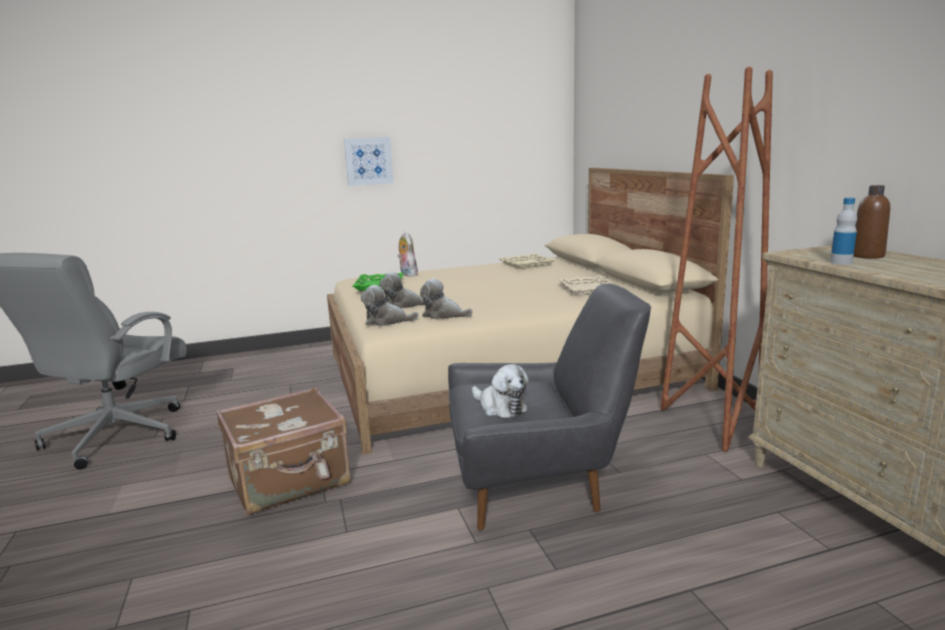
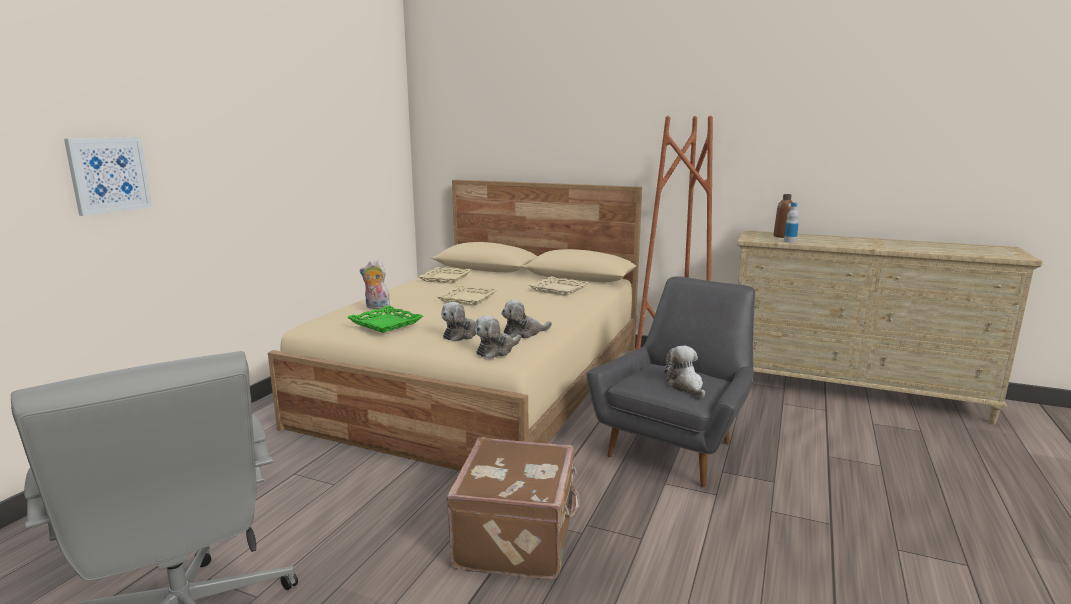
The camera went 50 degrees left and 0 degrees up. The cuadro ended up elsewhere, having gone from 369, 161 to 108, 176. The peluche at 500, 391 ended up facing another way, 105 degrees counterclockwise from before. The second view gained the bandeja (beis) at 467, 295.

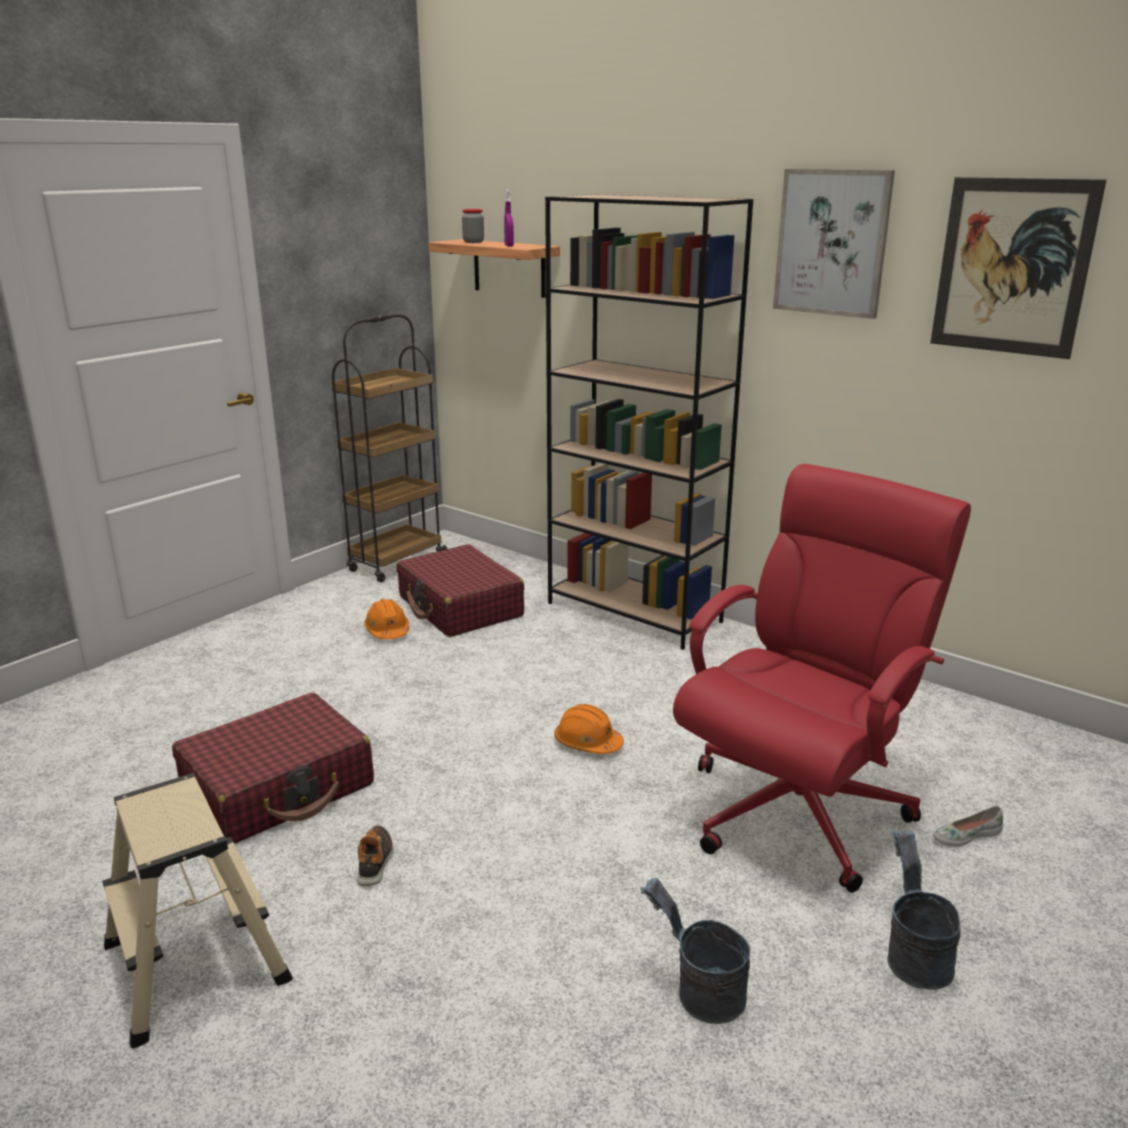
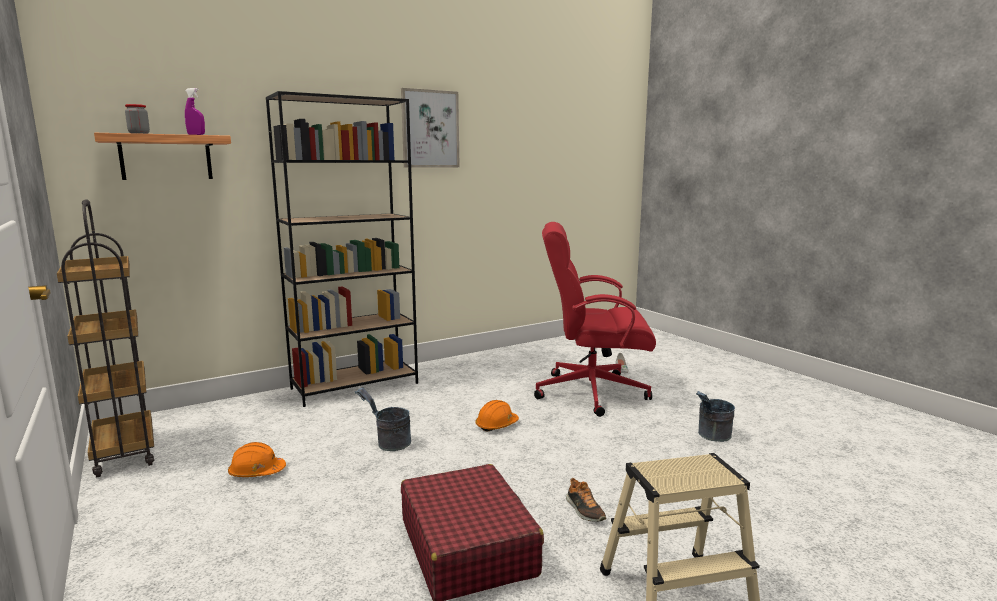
The camera went 70 degrees left and 10 degrees down. The second view lost the cuadro at 1018, 268. The silla de oficina (rojo) at 822, 678 ended up facing another way, 60 degrees counterclockwise from before. The second view lost the maleta (rojo) at 460, 590. The zapato at 375, 855 ended up facing another way, 135 degrees counterclockwise from before. The cubo (gris) ended up elsewhere, having gone from 924, 910 to 383, 419.

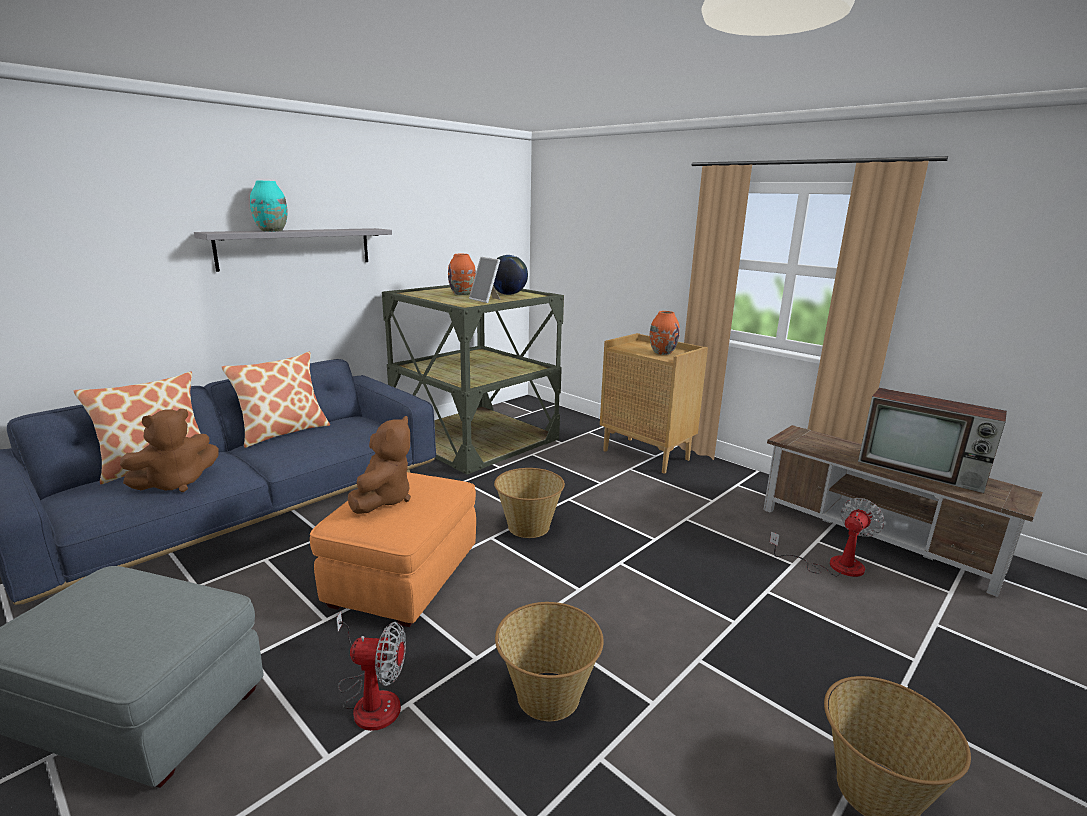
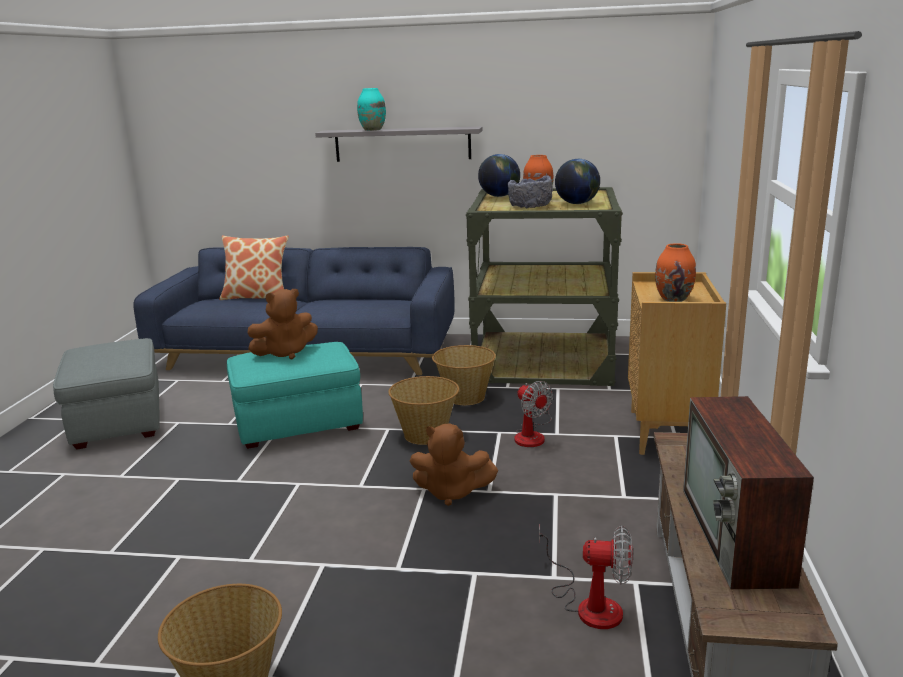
The camera went 55 degrees right and 0 degrees up. Where the portarretratos stood at 485, 280, the cuenco (gris) came to stand at 530, 191. The second view lost the cojín at 276, 400. The peluche (marrón) ended up elsewhere, having gone from 169, 450 to 454, 464. What was the puf (naranja) at 393, 549 turned into the puf (turquesa) at 295, 395. The cesta ended up elsewhere, having gone from 549, 661 to 464, 375. The ventilador ended up elsewhere, having gone from 371, 671 to 533, 414. The second view gained the globo terráqueo at 499, 175.

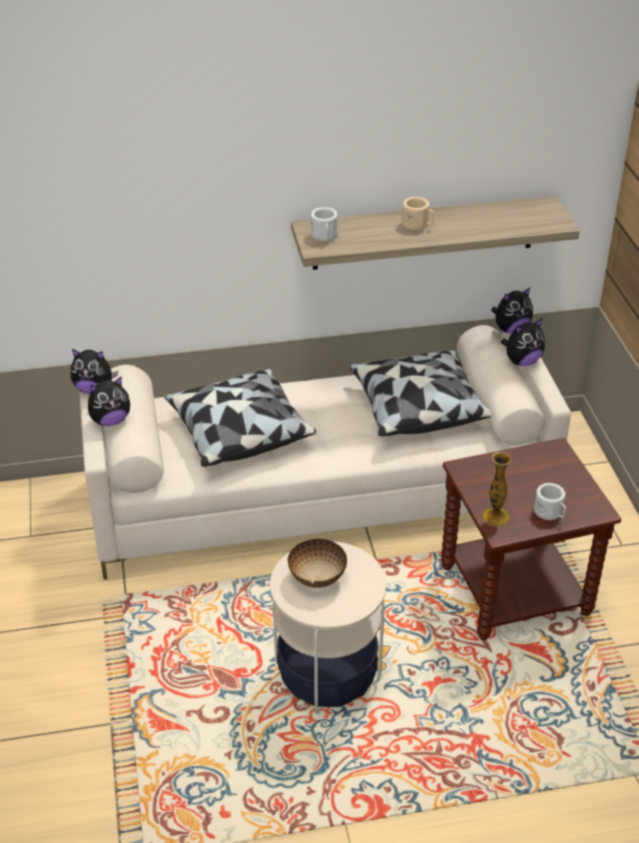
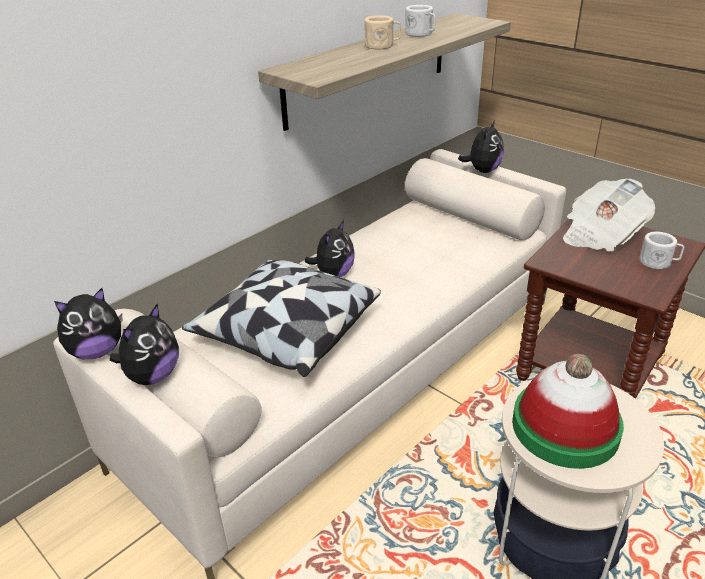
The camera went 35 degrees left and 5 degrees down. The taza grande (blanco) ended up elsewhere, having gone from 324, 224 to 420, 21. The peluche ended up elsewhere, having gone from 512, 310 to 330, 248. The second view lost the cojín at 420, 393. The second view lost the florero at 496, 489. Where the cuenco stood at 317, 563, the sombrero came to stand at 568, 411. The second view gained the periódico at 609, 215.

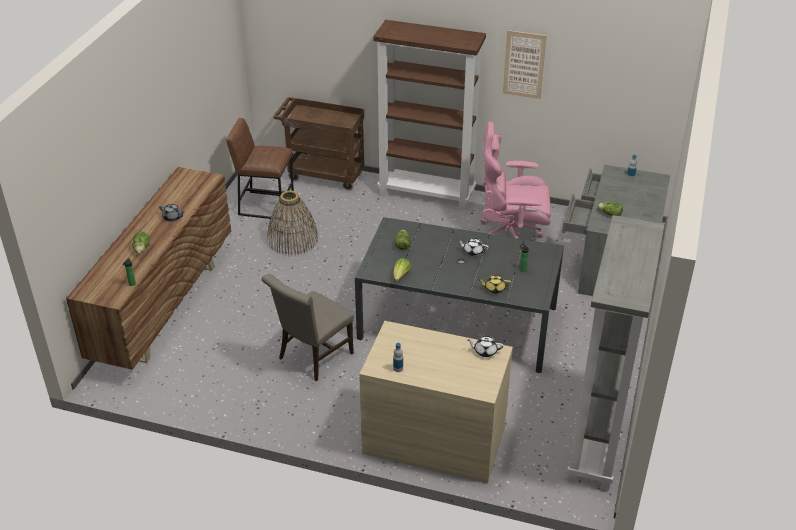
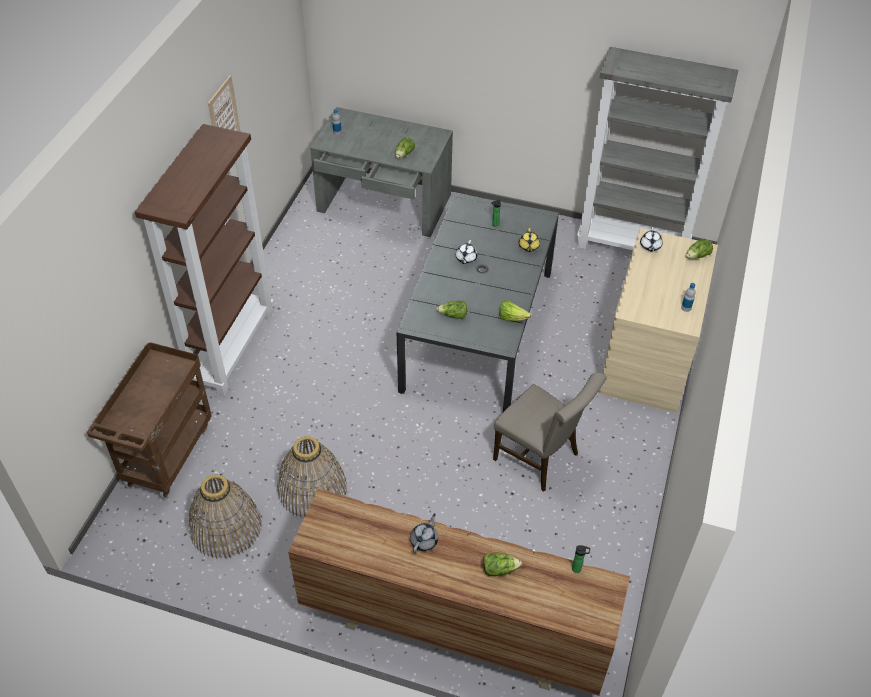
The camera went 90 degrees left and 10 degrees up. Where the silla (marrón) stood at 260, 168, the cesta came to stand at 225, 516. The second view lost the silla de oficina (rosa) at 515, 188. The second view gained the lechuga at 699, 249.

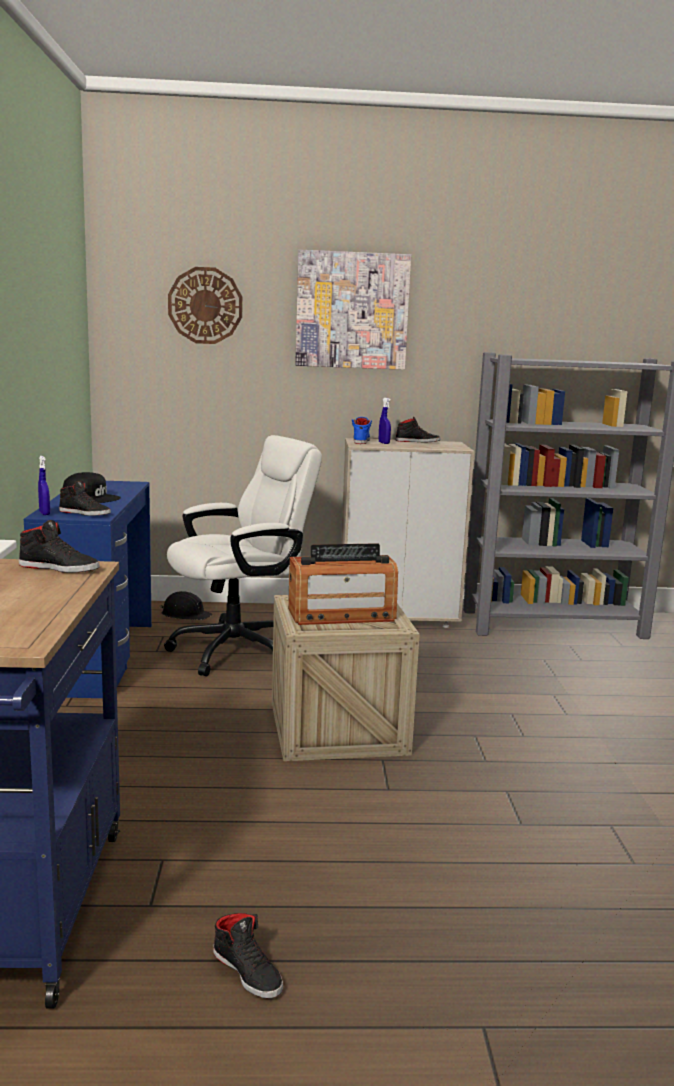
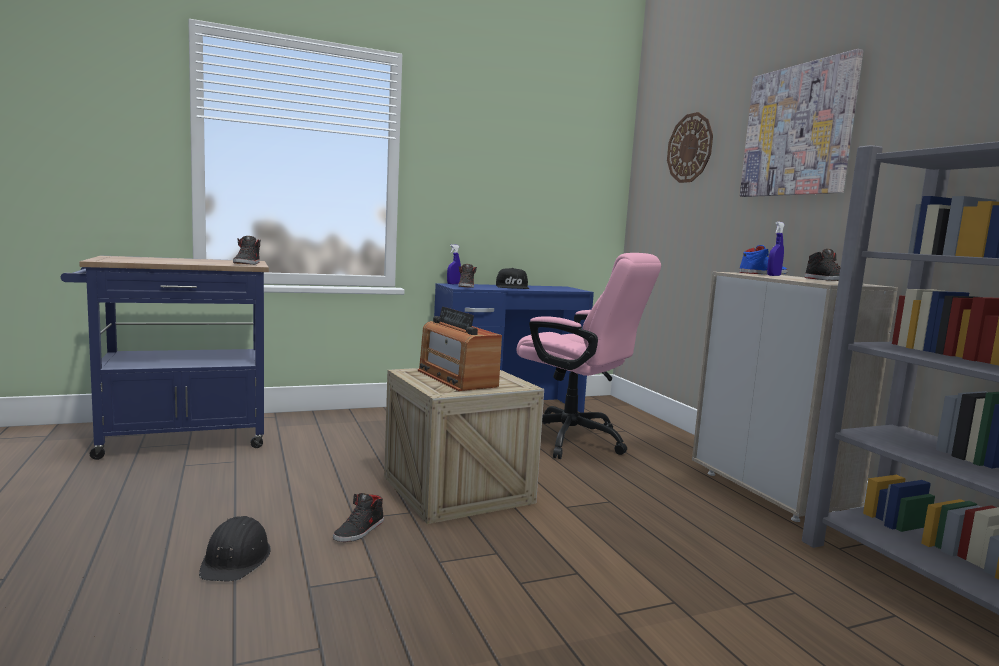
The camera went 70 degrees right and 5 degrees down. What was the silla de oficina (blanco) at 243, 555 turned into the silla de oficina (rosa) at 588, 356. The casco (negro) ended up elsewhere, having gone from 186, 605 to 235, 549. The zapato (negro) ended up elsewhere, having gone from 248, 956 to 358, 517.

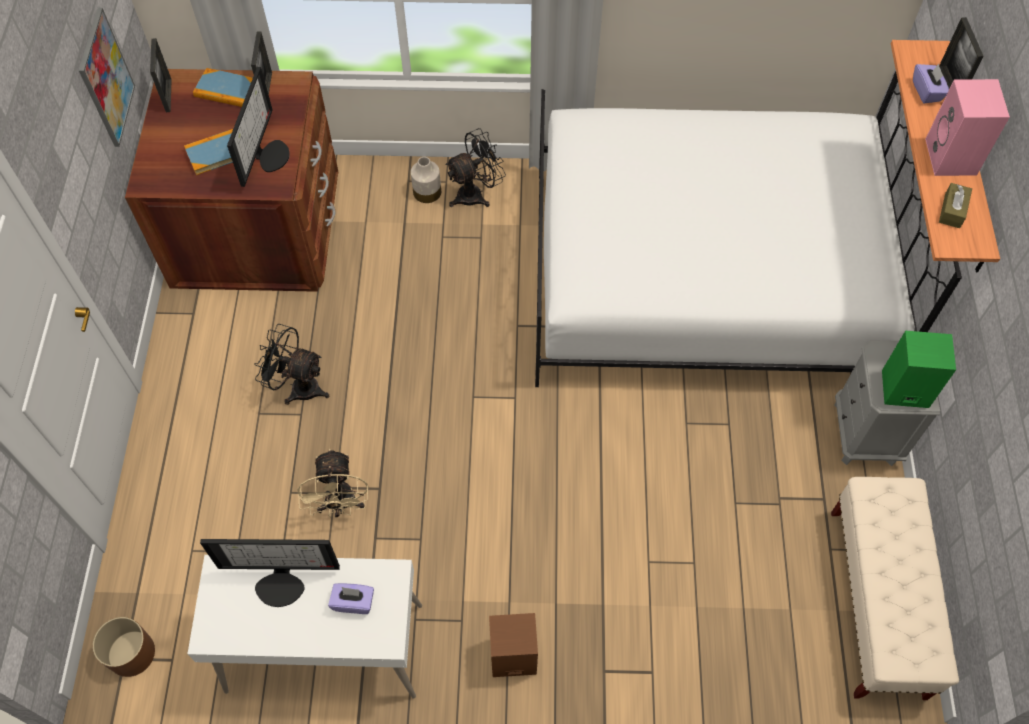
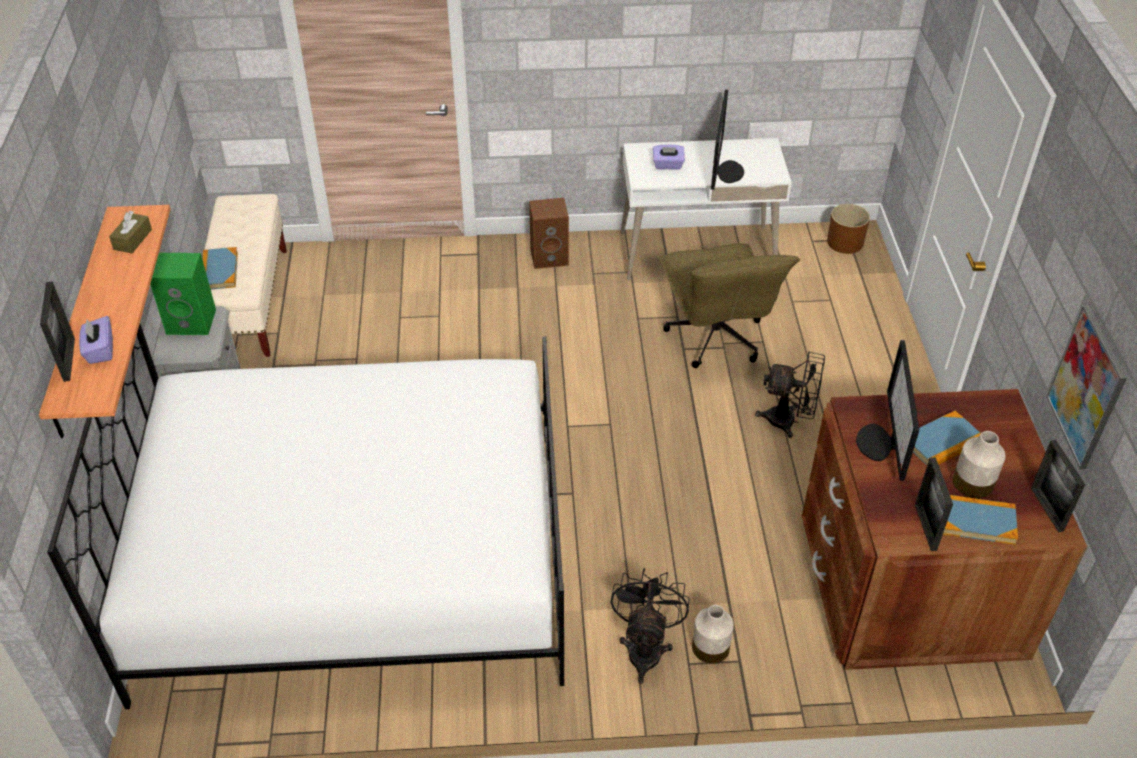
The camera went 175 degrees right and 15 degrees down. The second view lost the altavoz (rosa) at 967, 127. The ventilador (negro) at 475, 167 ended up facing another way, 135 degrees clockwise from before. Where the ventilador (beis) stood at 333, 483, the silla de oficina (beis) came to stand at 728, 305. The monitor at 270, 573 ended up facing another way, 105 degrees clockwise from before. The second view gained the libro at 220, 268. The second view gained the florero (beis) at 979, 464.

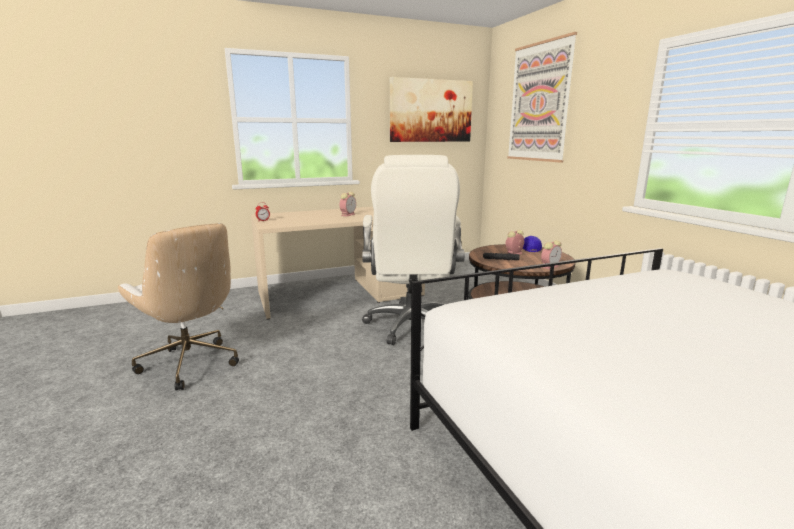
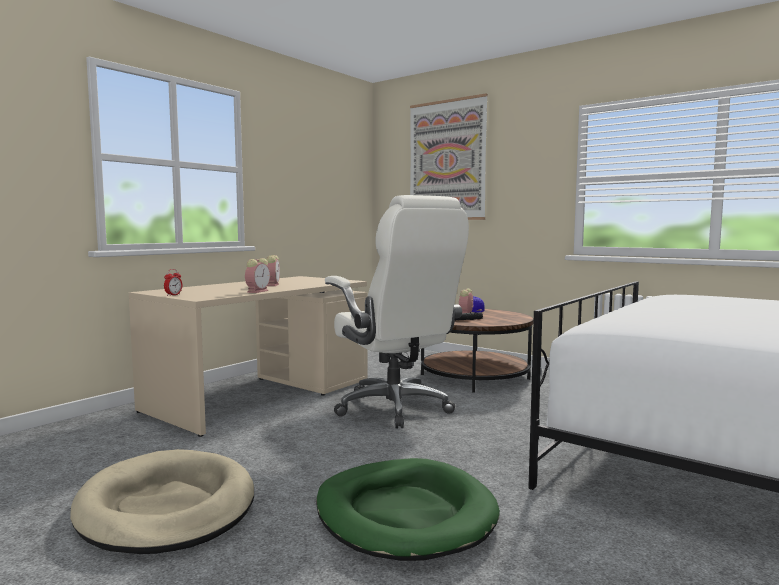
The camera went 30 degrees left and 10 degrees down. The second view lost the cuadro at 431, 109. Where the silla de oficina (blanco) stood at 178, 307, the cama para perro (beis) came to stand at 162, 501. The despertador ended up elsewhere, having gone from 551, 254 to 257, 275. The second view gained the cama para perro (verde) at 408, 509.

